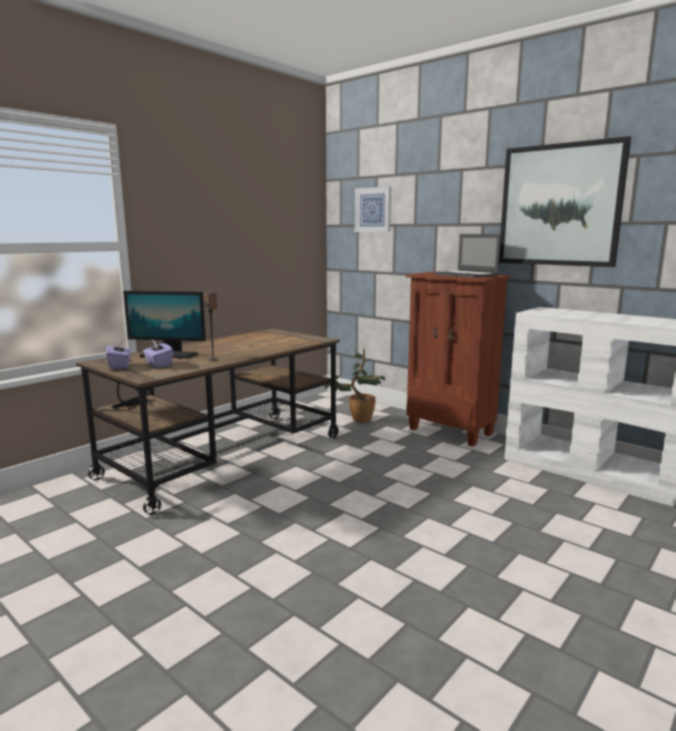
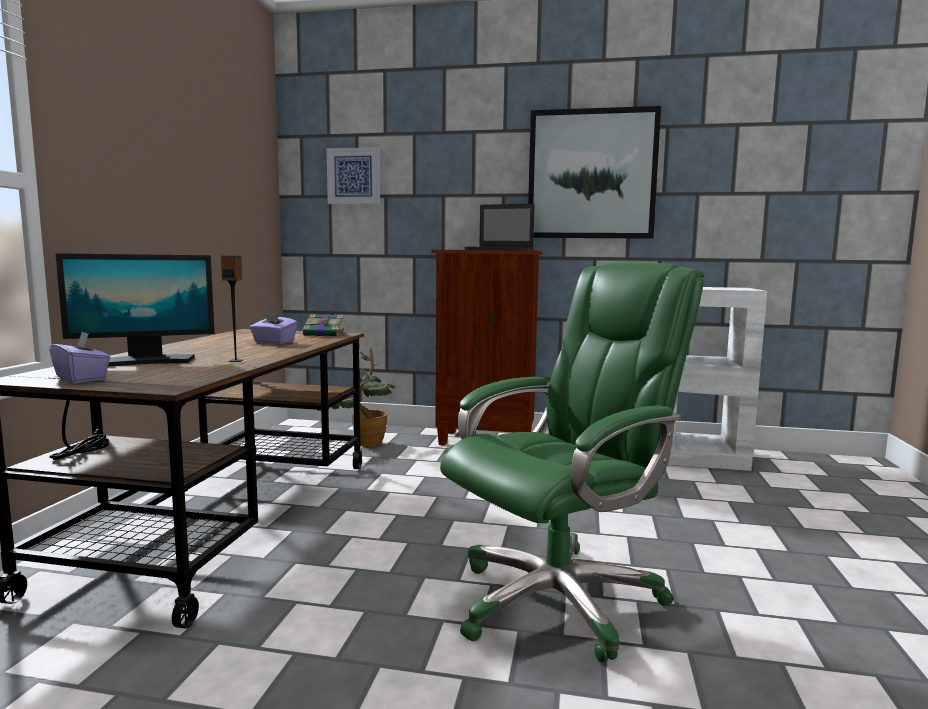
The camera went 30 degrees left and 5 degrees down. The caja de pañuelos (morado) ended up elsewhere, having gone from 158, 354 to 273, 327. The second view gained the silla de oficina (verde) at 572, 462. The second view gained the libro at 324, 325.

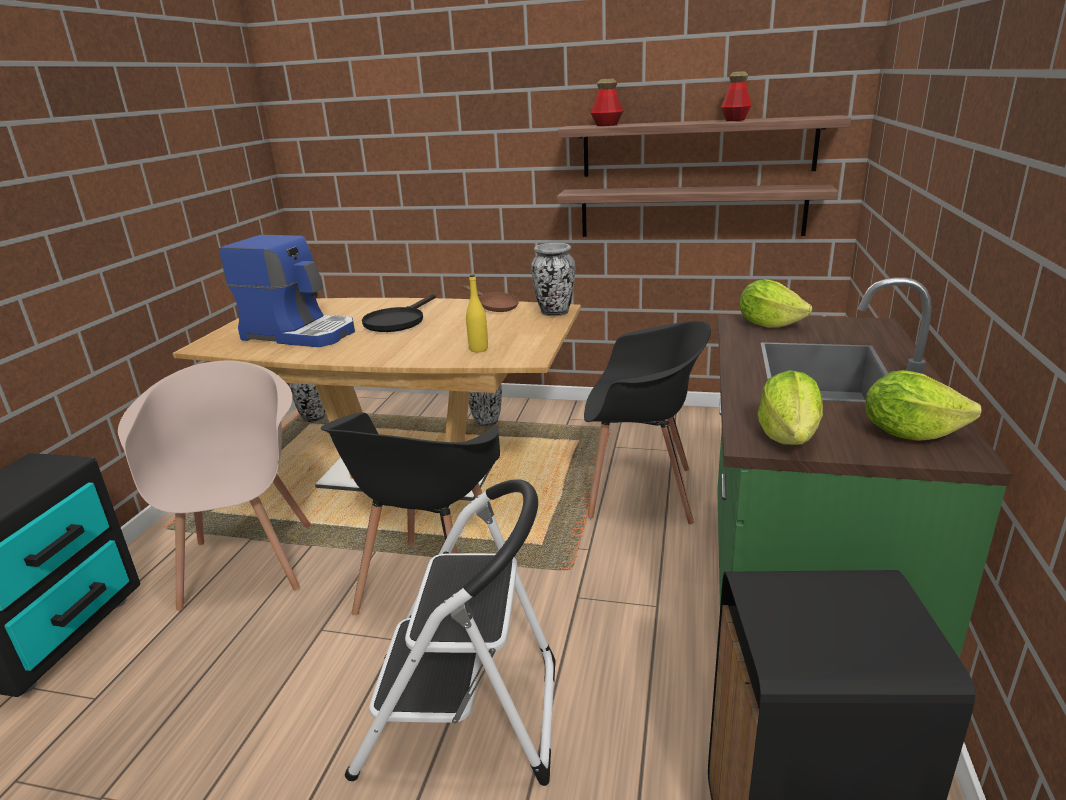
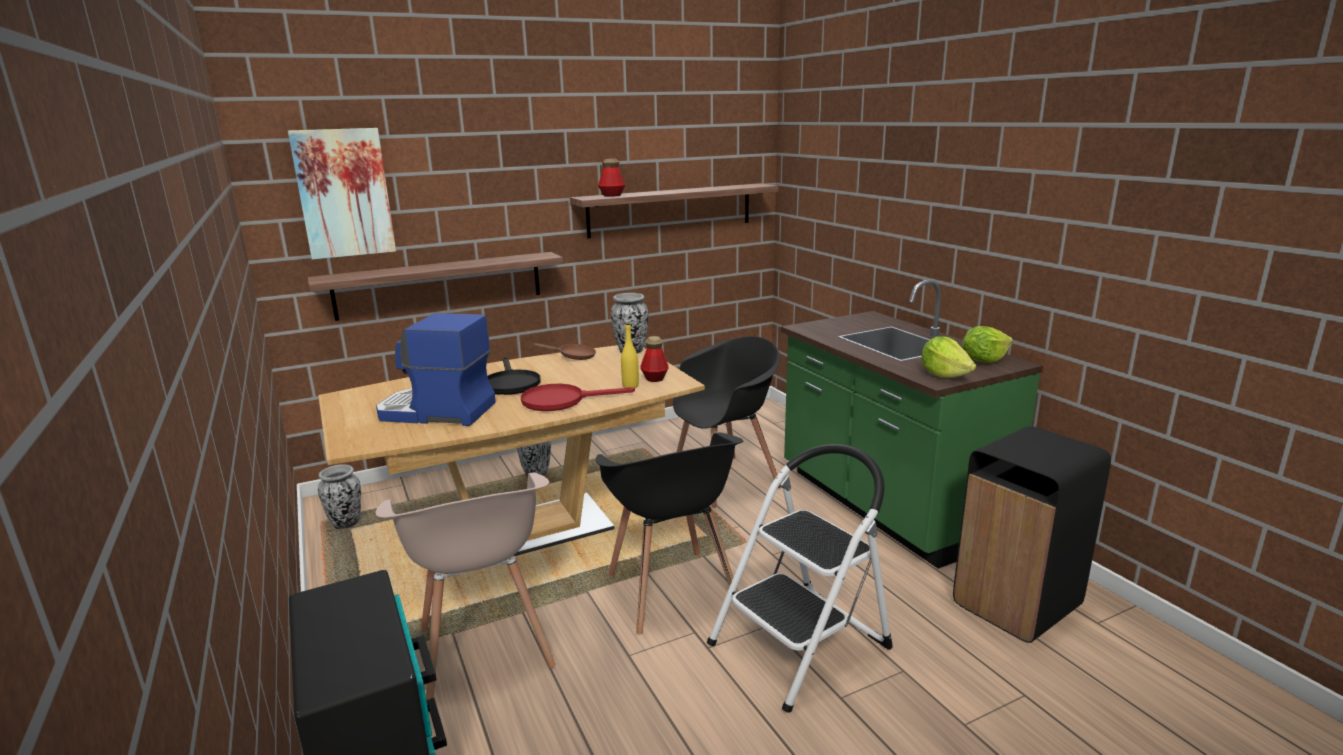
The camera went 40 degrees left and 5 degrees down. The botella ended up elsewhere, having gone from 736, 96 to 654, 359. The estante ended up elsewhere, having gone from 697, 210 to 435, 286. The cafetera at 287, 291 ended up facing another way, 150 degrees counterclockwise from before. The second view lost the lechuga at 775, 303. The silla (beis) at 214, 485 ended up facing another way, 150 degrees counterclockwise from before. The second view gained the cuadro at 342, 194. The second view gained the sartén (rojo) at 578, 397.

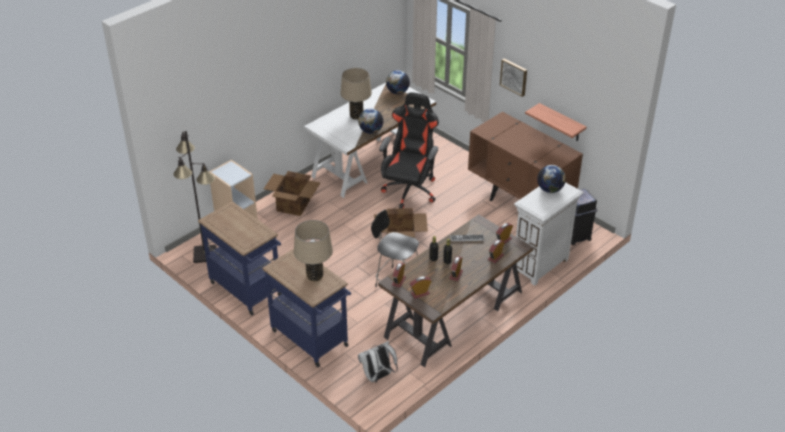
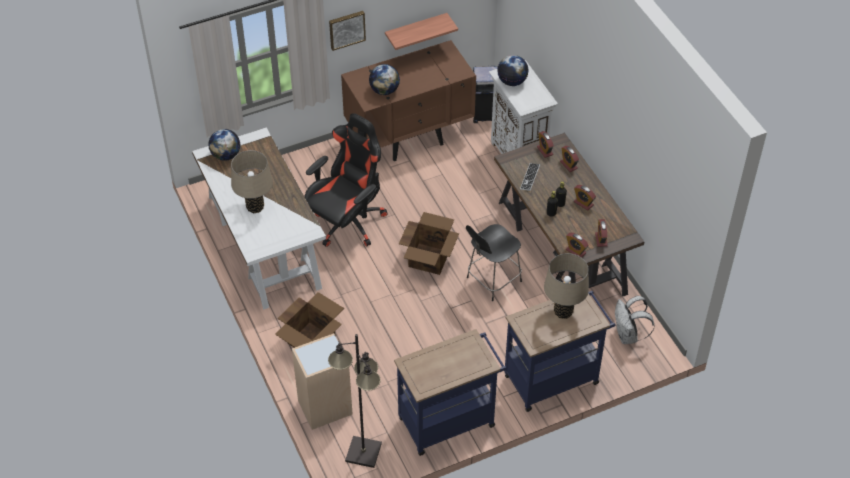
The camera went 70 degrees left and 10 degrees up. The silla de oficina (negro) at 409, 150 ended up facing another way, 90 degrees clockwise from before. The globo terráqueo ended up elsewhere, having gone from 371, 121 to 384, 79.

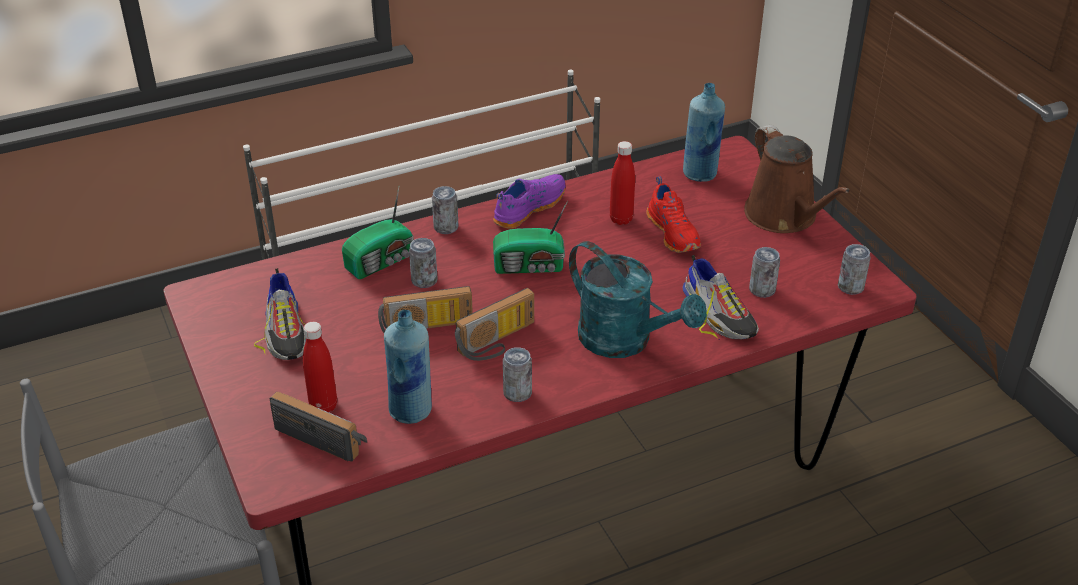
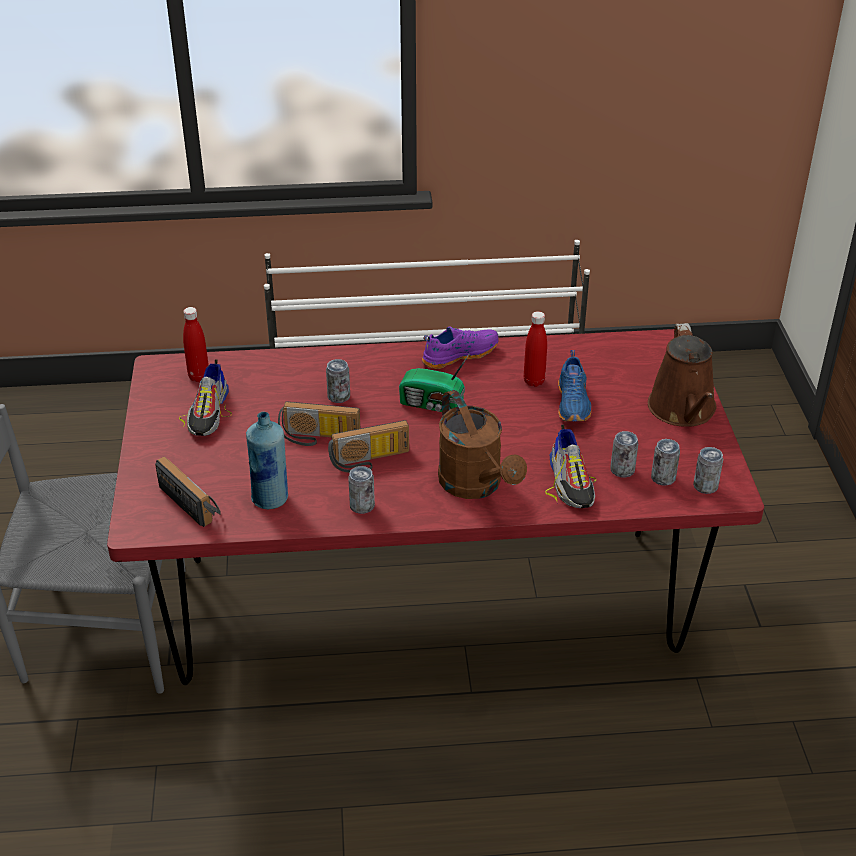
The camera went 20 degrees right and 0 degrees up. The second view lost the botella (azul) at 704, 132. What was the zapato (rojo) at 673, 215 turned into the zapato (azul) at 574, 385. The lata ended up elsewhere, having gone from 445, 210 to 665, 462. The second view lost the radio at 378, 233. What was the regadera (turquesa) at 638, 299 turned into the regadera (marrón) at 482, 444. The botella (rojo) ended up elsewhere, having gone from 320, 367 to 196, 344.

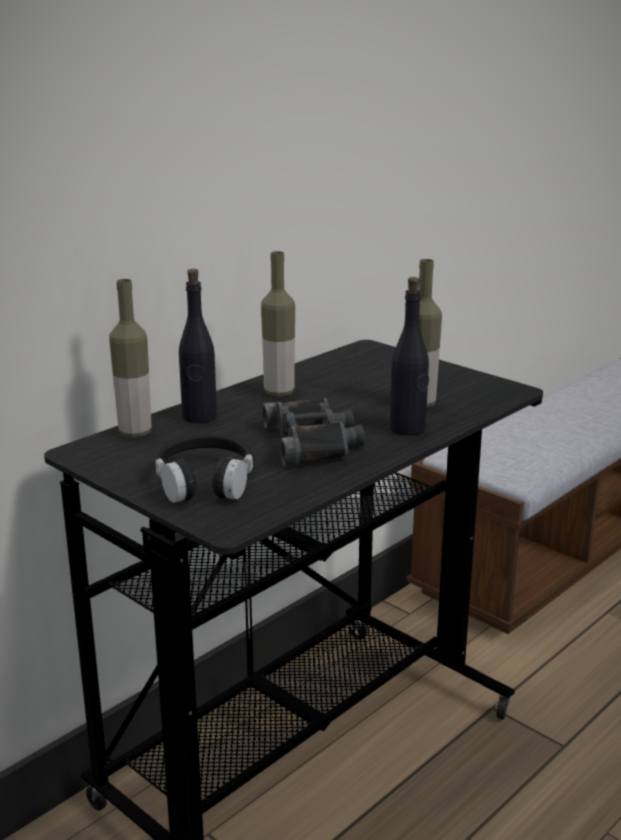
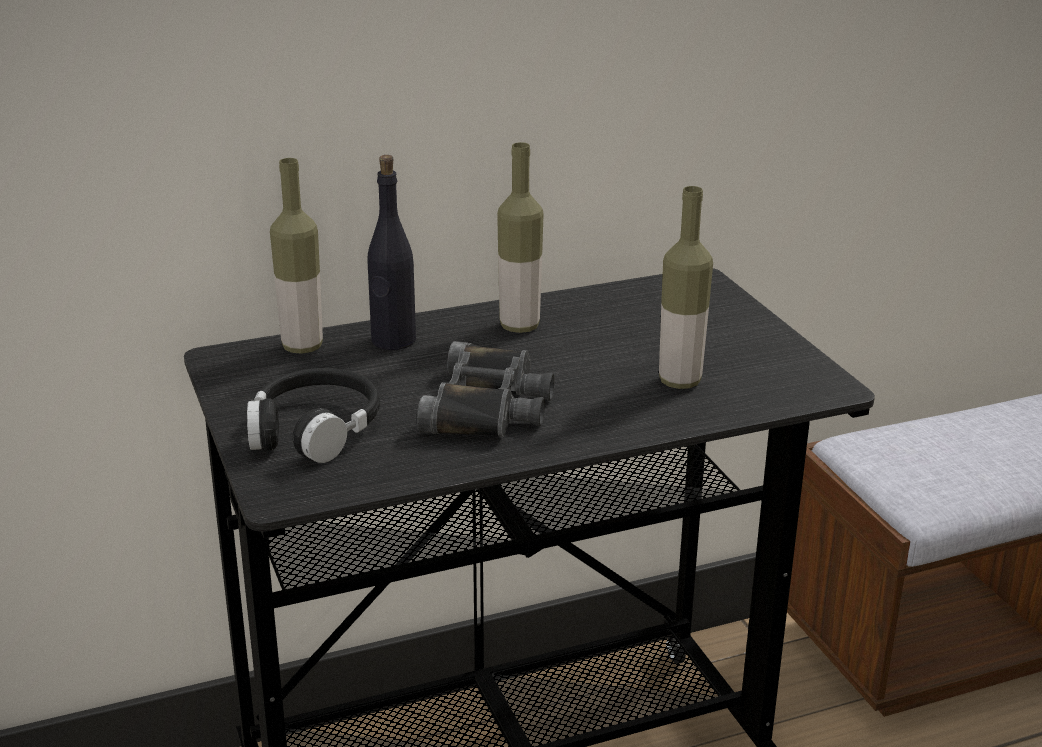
The camera went 25 degrees right and 5 degrees up. The second view lost the botella (negro) at 409, 356.

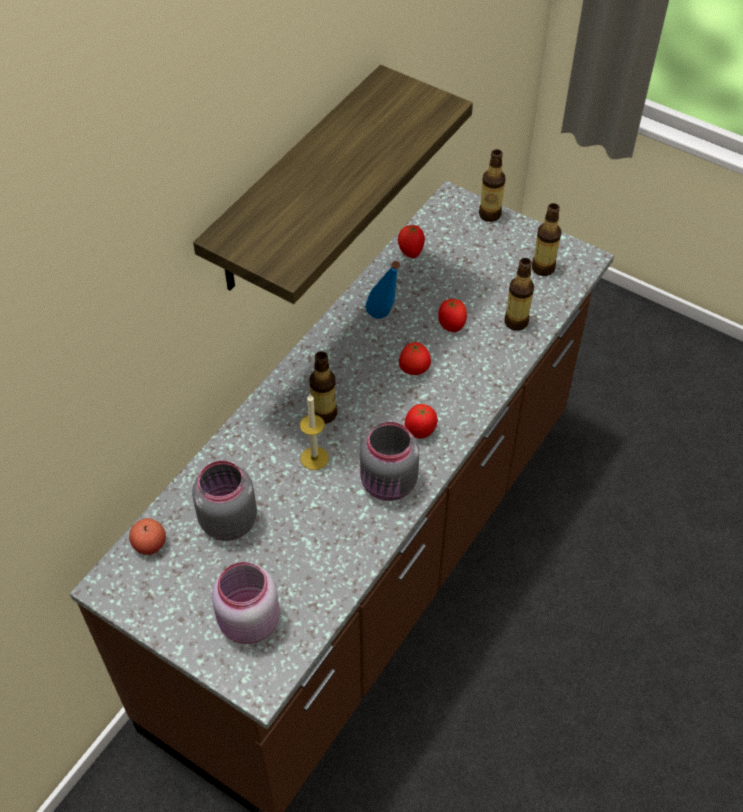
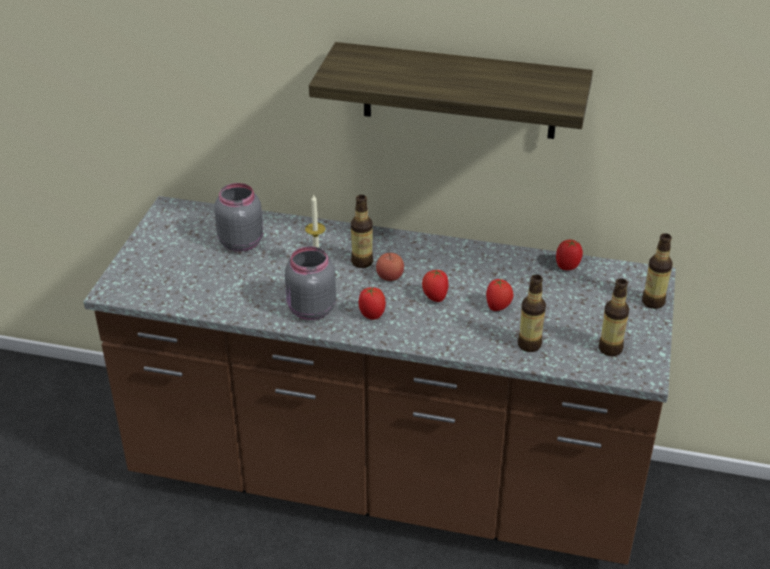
The camera went 70 degrees right and 15 degrees down. The second view lost the botella (azul) at 383, 290. The manzana ended up elsewhere, having gone from 147, 536 to 390, 267. The second view lost the tarro (rosa) at 246, 603.

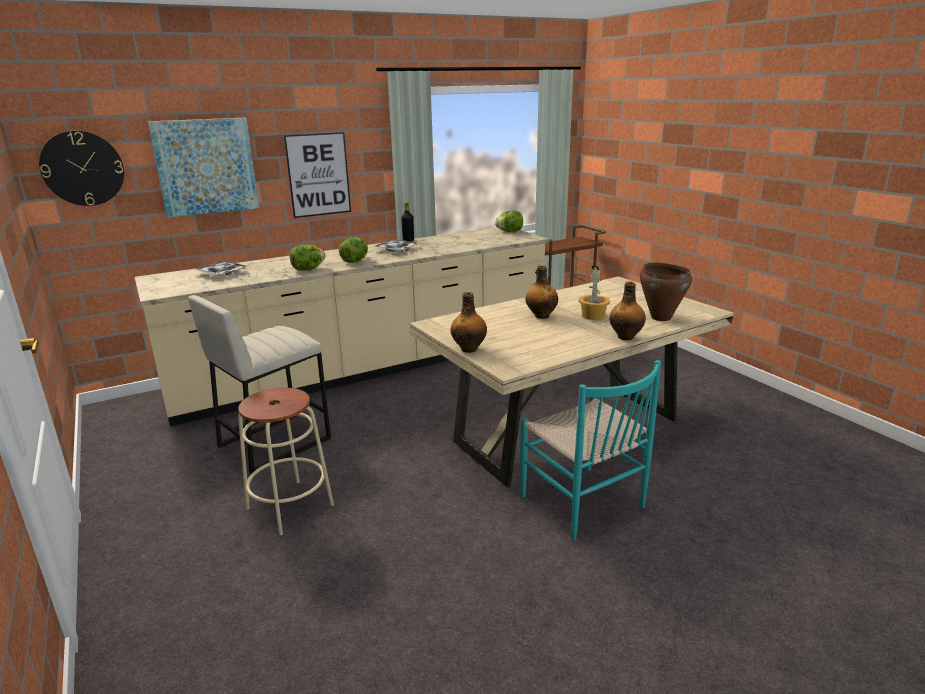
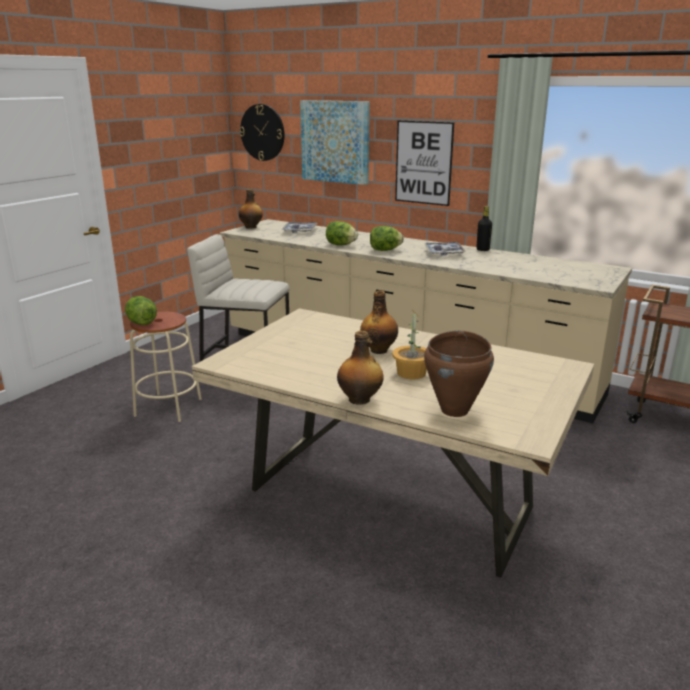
The camera went 60 degrees right and 0 degrees up. The lechuga ended up elsewhere, having gone from 509, 221 to 141, 310. The botella ended up elsewhere, having gone from 468, 322 to 251, 209. The second view lost the silla (turquesa) at 590, 450.

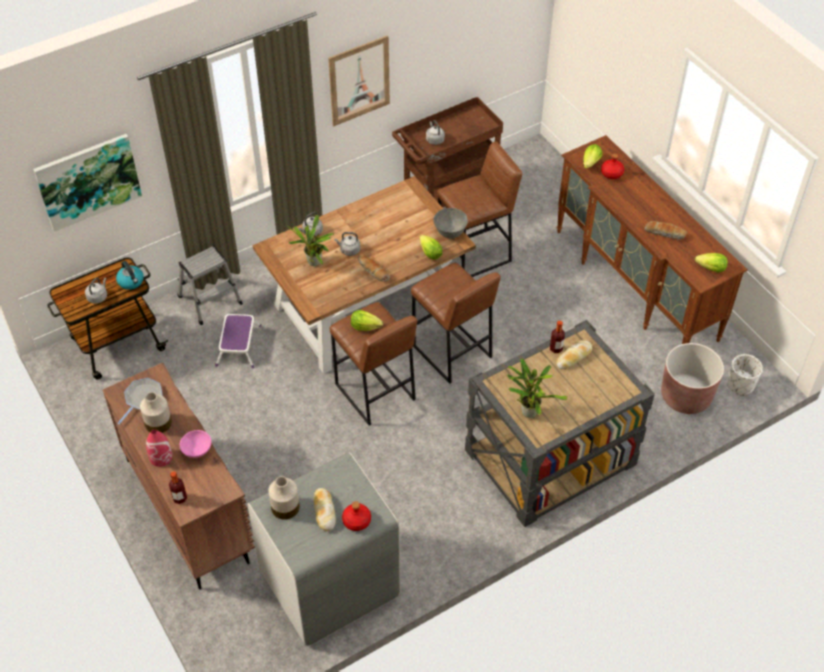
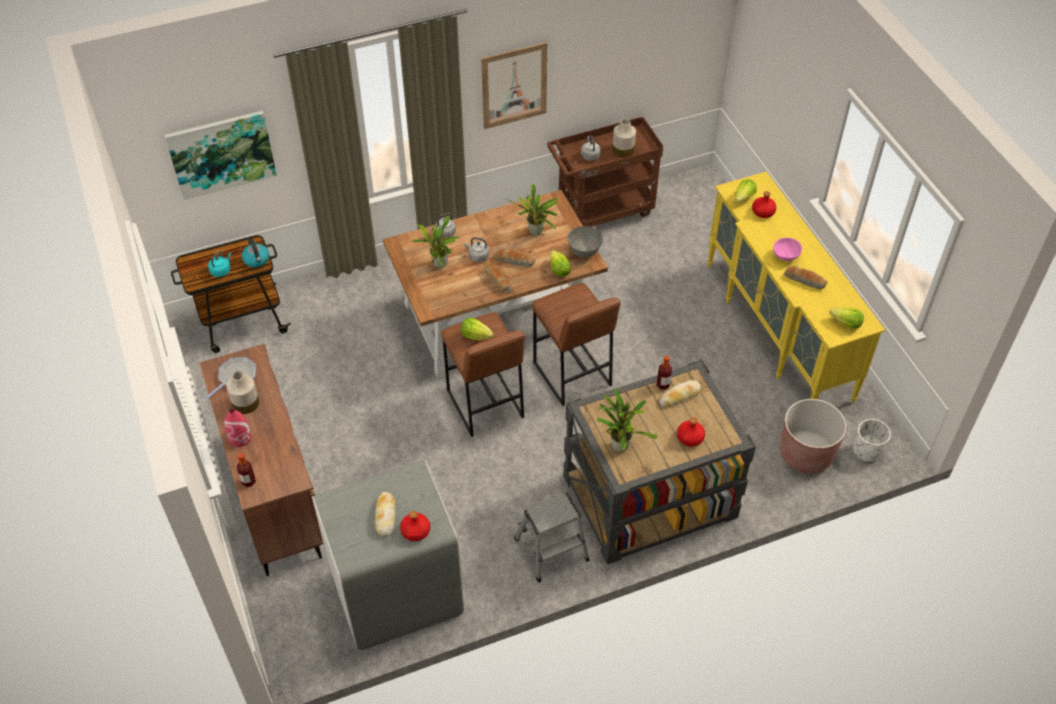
The camera went 10 degrees right and 0 degrees up. What was the armario (marrón) at 652, 239 turned into the armario (amarillo) at 796, 287. The second view lost the taburete (marrón) at 479, 209. The escalera de tijera (gris) ended up elsewhere, having gone from 210, 285 to 552, 538. What was the hervidor (gris) at 96, 291 turned into the hervidor (turquesa) at 220, 264. The second view lost the escalera de tijera (morado) at 238, 341. The cuenco (rosa) ended up elsewhere, having gone from 195, 444 to 787, 249. The florero (beis) ended up elsewhere, having gone from 284, 497 to 624, 138. The second view gained the planta en maceta at 532, 209. The second view gained the pan at 515, 258. The second view gained the botella (rojo) at 691, 431.

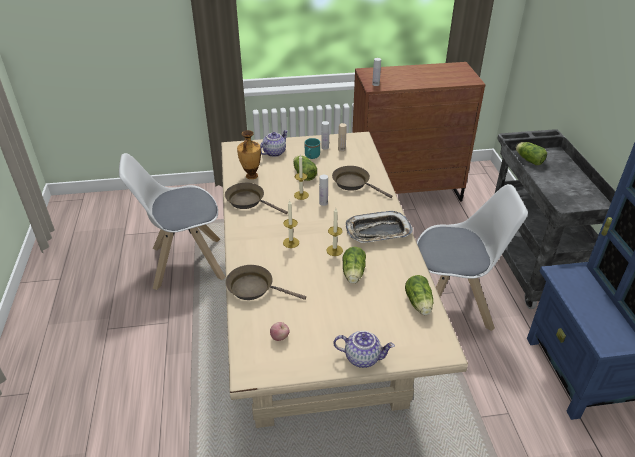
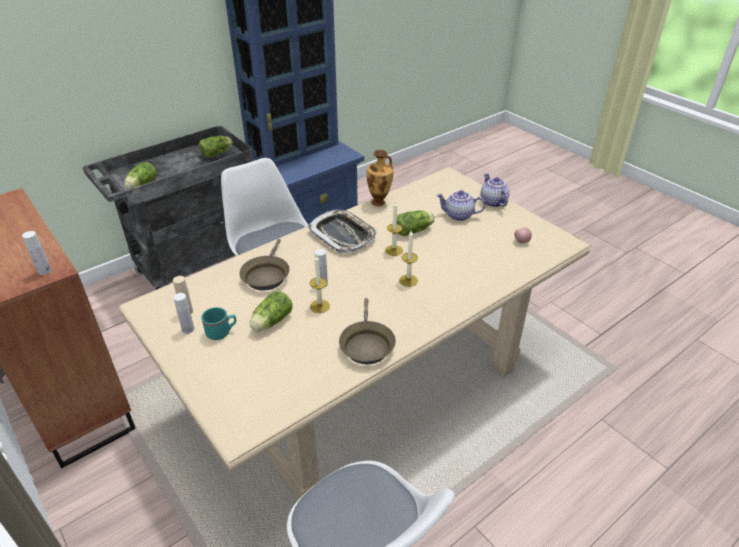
The camera went 120 degrees left and 0 degrees up. The florero ended up elsewhere, having gone from 249, 154 to 380, 178. The tetera ended up elsewhere, having gone from 274, 143 to 460, 205. The second view lost the sartén (marrón) at 265, 282. The lechuga ended up elsewhere, having gone from 419, 295 to 216, 146.

